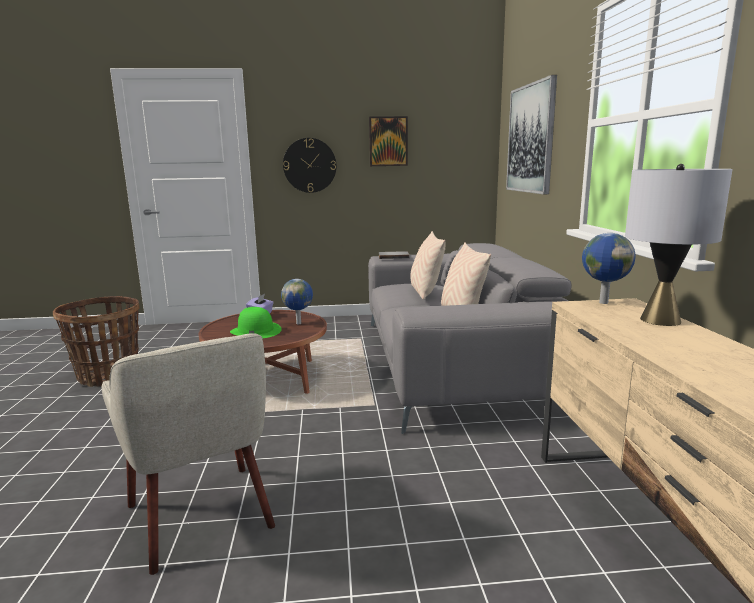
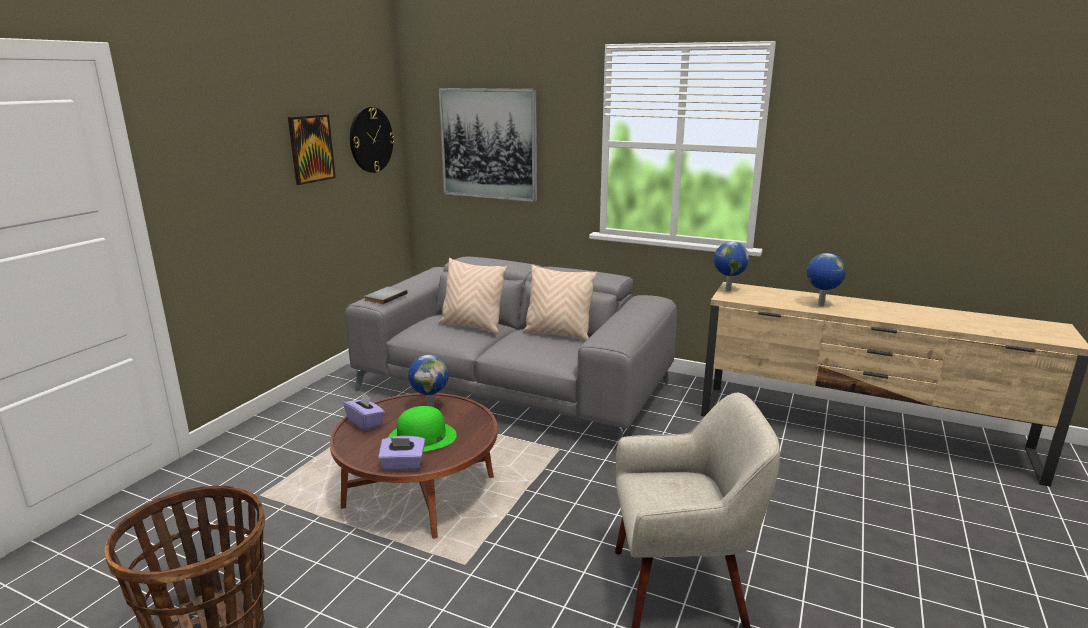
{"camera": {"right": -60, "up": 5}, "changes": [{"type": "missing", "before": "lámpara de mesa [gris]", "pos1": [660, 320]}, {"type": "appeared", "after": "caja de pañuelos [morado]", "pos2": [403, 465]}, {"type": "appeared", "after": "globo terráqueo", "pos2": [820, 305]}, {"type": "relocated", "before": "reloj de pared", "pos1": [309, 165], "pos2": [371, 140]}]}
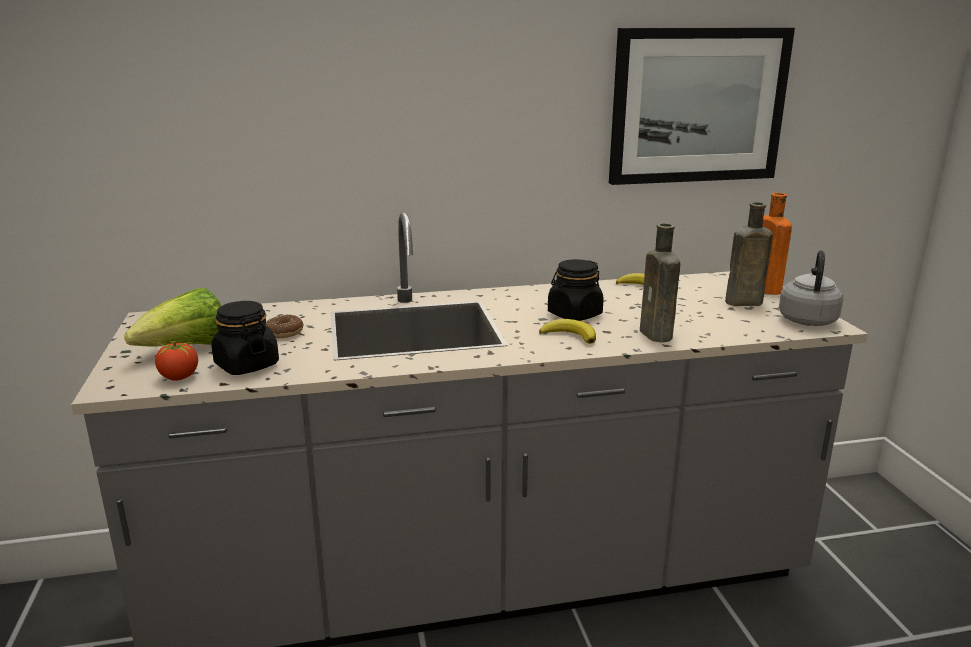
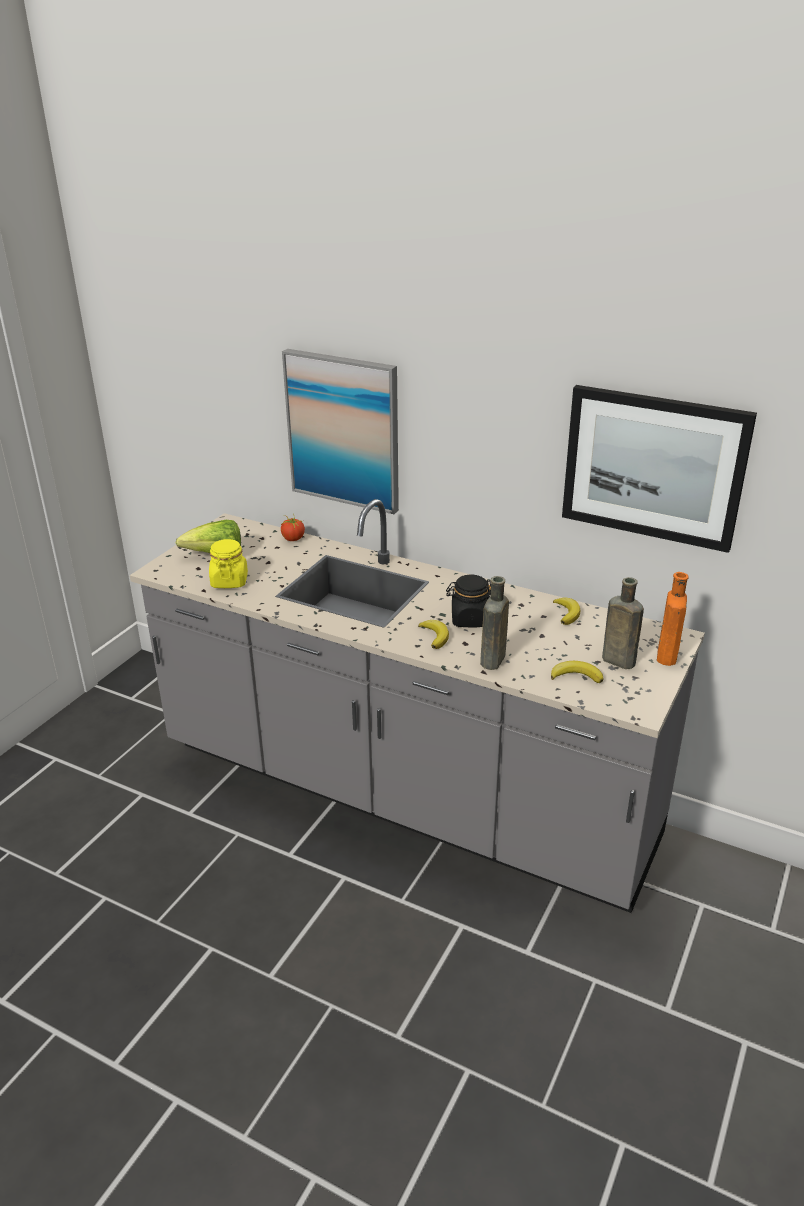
{"camera": {"right": 40, "up": 10}, "changes": [{"type": "missing", "before": "rosquilla", "pos1": [284, 333]}, {"type": "missing", "before": "hervidor [gris]", "pos1": [807, 319]}, {"type": "appeared", "after": "cuadro", "pos2": [343, 430]}, {"type": "appeared", "after": "plátano", "pos2": [576, 676]}, {"type": "relocated", "before": "tomate", "pos1": [179, 377], "pos2": [293, 539]}, {"type": "colour", "before": "tarro [negro]", "after": "tarro [amarillo]", "pos1": [246, 365], "pos2": [229, 581]}]}
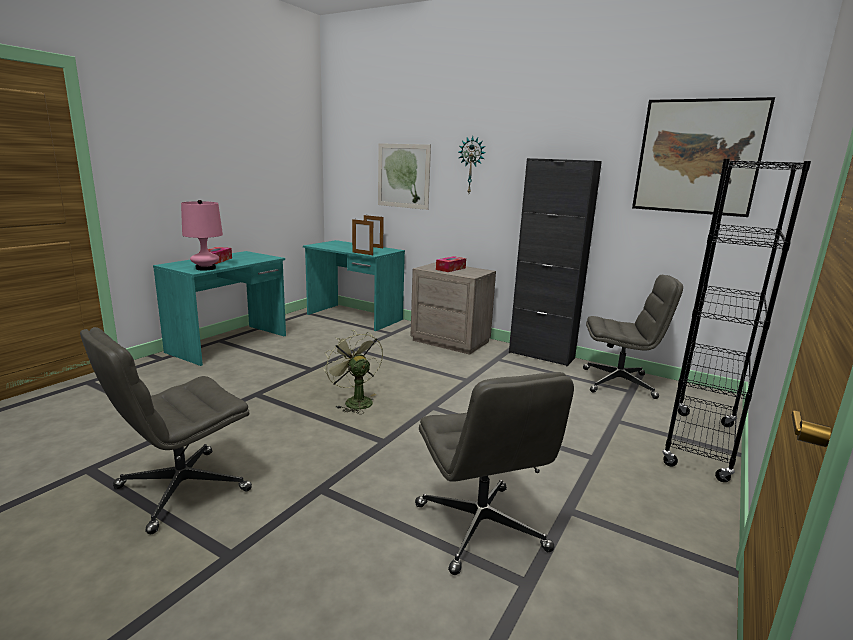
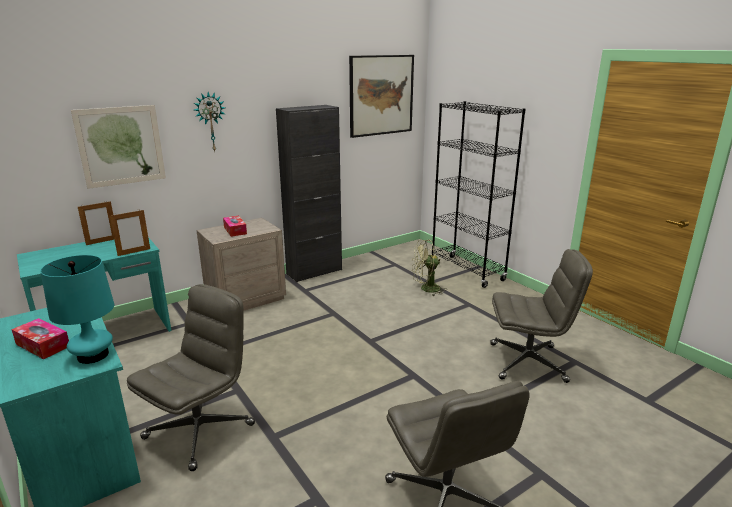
{"camera": {"right": -65, "up": 5}, "changes": [{"type": "relocated", "before": "ventilador [verde]", "pos1": [354, 401], "pos2": [426, 289]}, {"type": "relocated", "before": "silla de oficina [gris]", "pos1": [619, 383], "pos2": [200, 430]}, {"type": "colour", "before": "lámpara de mesa [rosa]", "after": "lámpara de mesa [turquesa]", "pos1": [205, 268], "pos2": [93, 355]}]}
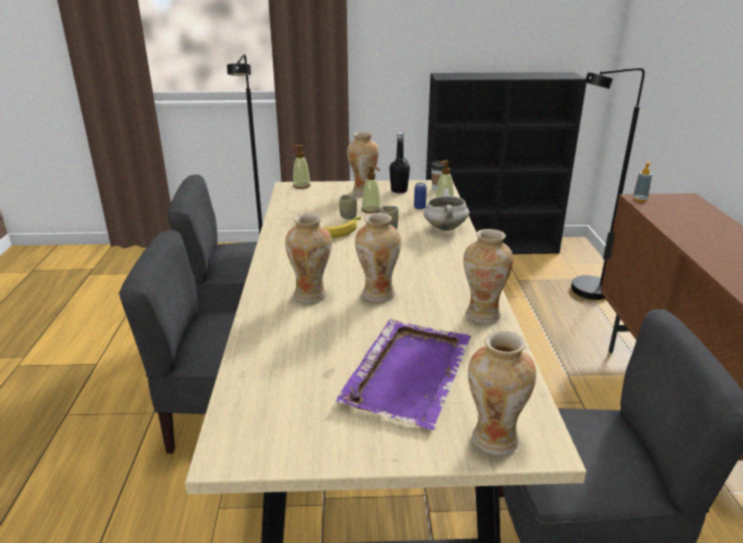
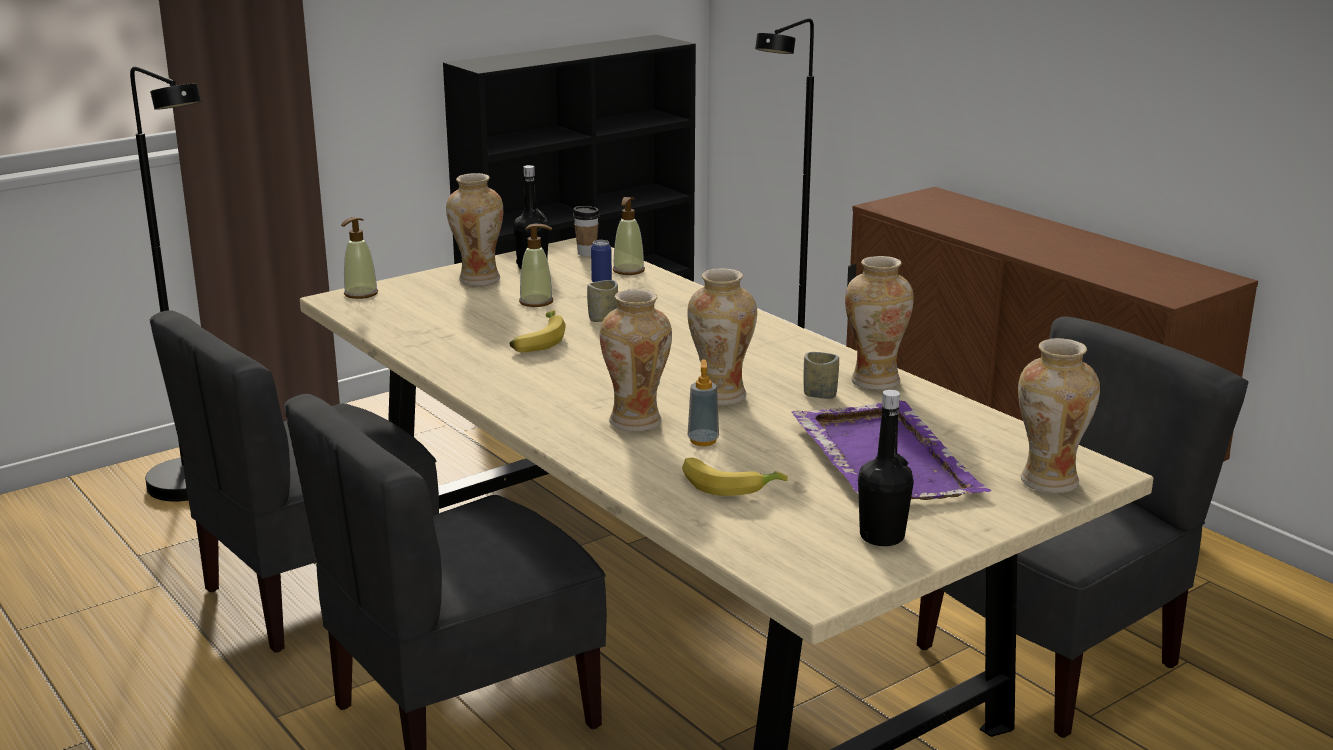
{"camera": {"right": -35, "up": -5}, "changes": [{"type": "missing", "before": "olla [blanco]", "pos1": [444, 227]}, {"type": "appeared", "after": "plátano", "pos2": [729, 485]}, {"type": "appeared", "after": "botella [negro]", "pos2": [882, 536]}, {"type": "relocated", "before": "taza", "pos1": [348, 217], "pos2": [820, 395]}, {"type": "relocated", "before": "dispensador de jabón", "pos1": [639, 199], "pos2": [703, 440]}]}
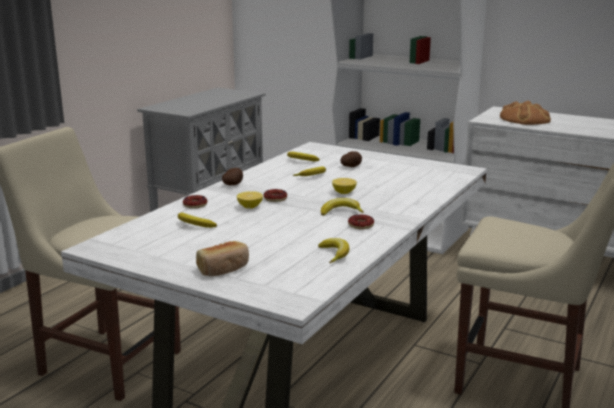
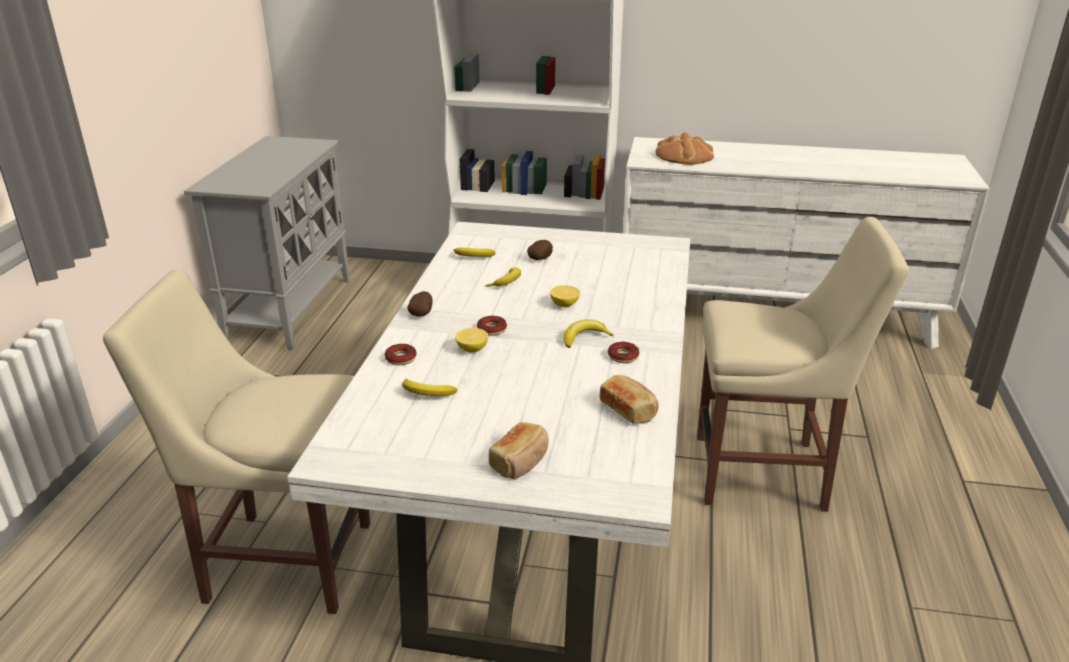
{"camera": {"right": -20, "up": 10}, "changes": [{"type": "exchanged", "before": "plátano", "after": "pan", "pos1": [334, 254], "pos2": [629, 410]}]}
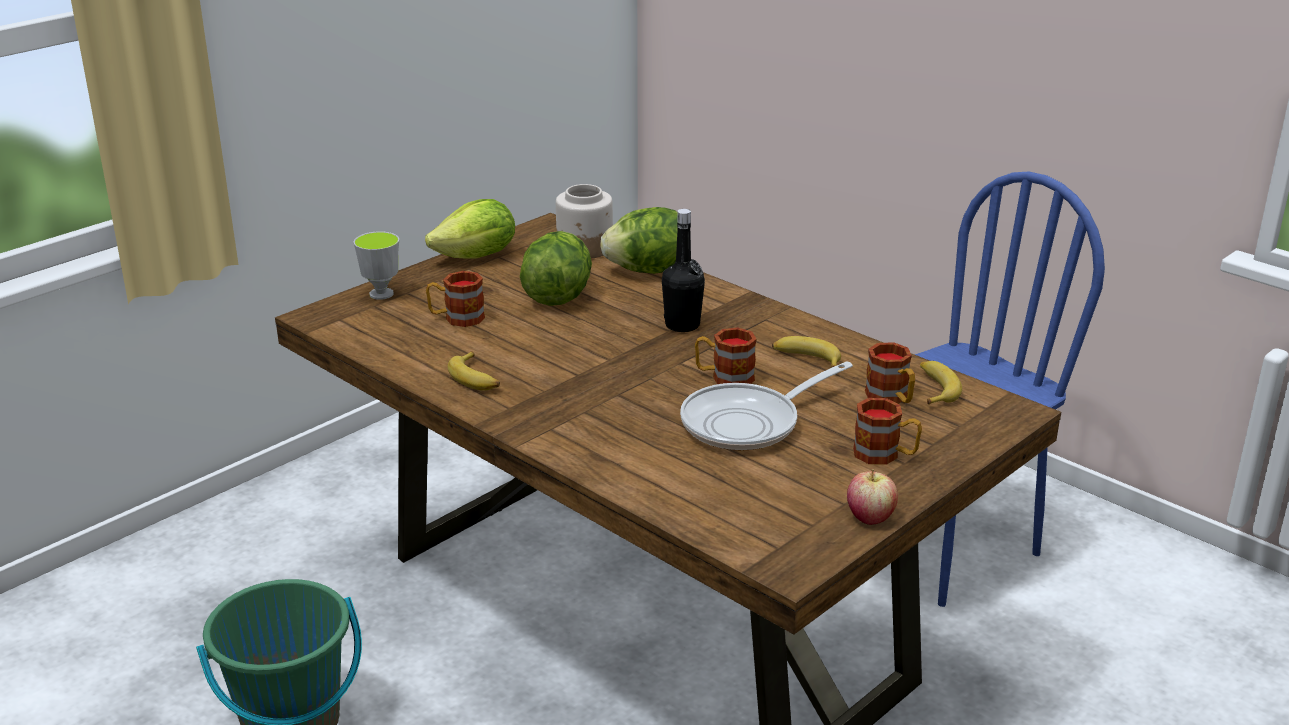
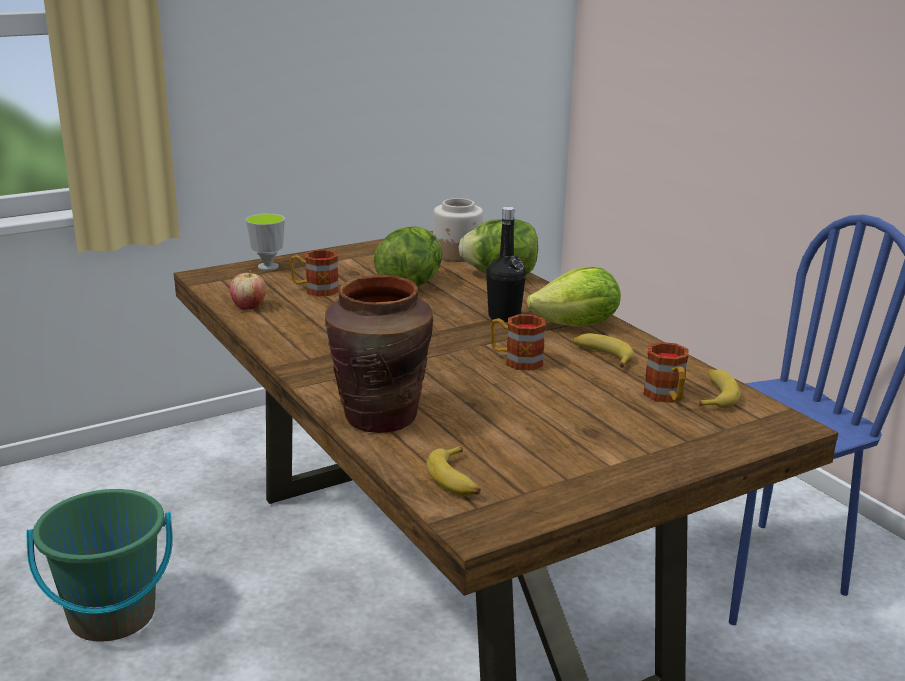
{"camera": {"right": 15, "up": -5}, "changes": [{"type": "missing", "before": "sartén", "pos1": [748, 423]}, {"type": "missing", "before": "taza grande", "pos1": [885, 455]}, {"type": "appeared", "after": "florero [marrón]", "pos2": [380, 417]}, {"type": "relocated", "before": "lechuga", "pos1": [477, 257], "pos2": [577, 325]}, {"type": "relocated", "before": "plátano", "pos1": [476, 379], "pos2": [457, 479]}, {"type": "relocated", "before": "manzana", "pos1": [870, 517], "pos2": [249, 307]}]}
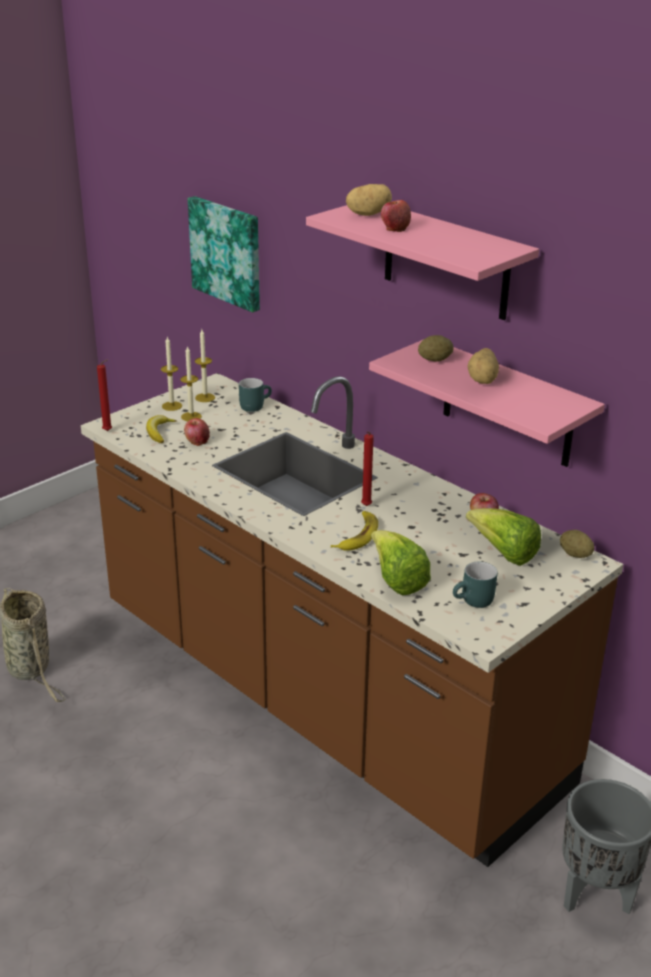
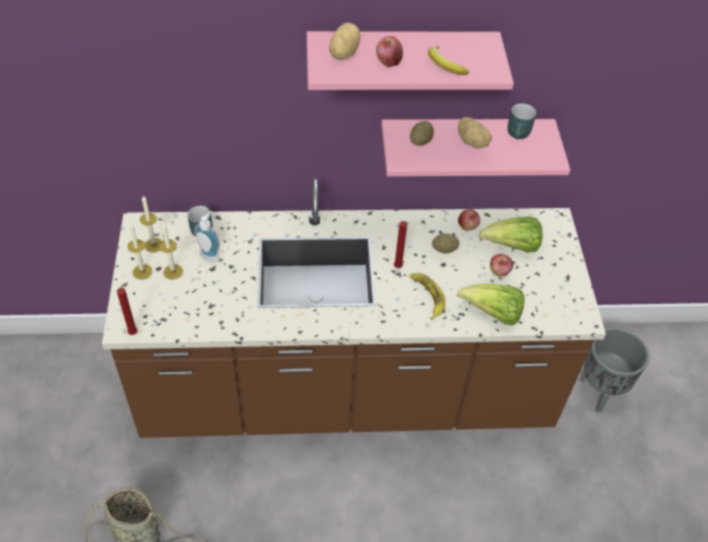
{"camera": {"right": -50, "up": 20}, "changes": [{"type": "missing", "before": "cuadro", "pos1": [227, 252]}, {"type": "appeared", "after": "dispensador de jabón", "pos2": [211, 254]}, {"type": "relocated", "before": "plátano", "pos1": [159, 432], "pos2": [444, 65]}, {"type": "relocated", "before": "manzana", "pos1": [197, 441], "pos2": [499, 271]}, {"type": "relocated", "before": "taza grande [turquesa]", "pos1": [474, 602], "pos2": [519, 135]}, {"type": "relocated", "before": "patata", "pos1": [575, 555], "pos2": [444, 249]}]}
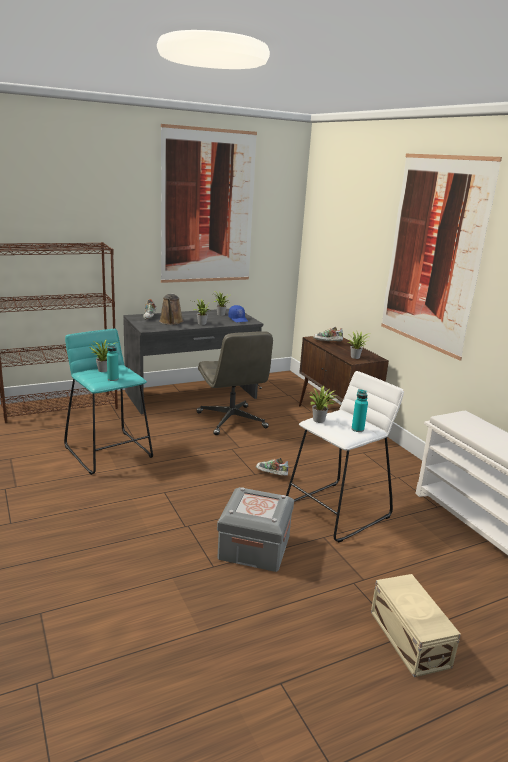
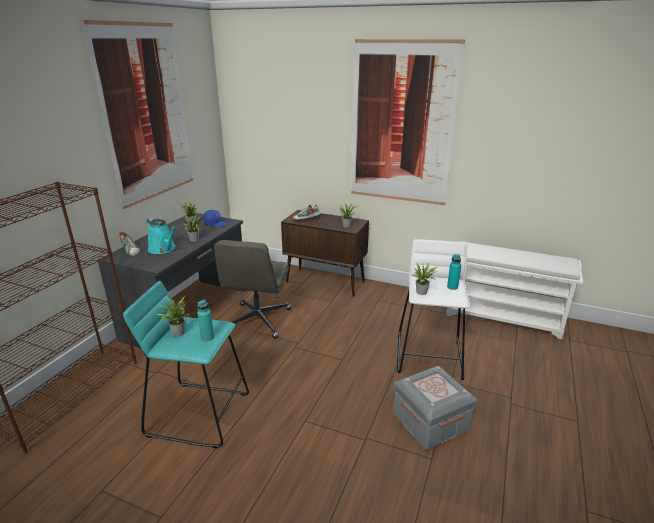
{"camera": {"right": -40, "up": 5}, "changes": [{"type": "missing", "before": "zapato", "pos1": [271, 475]}, {"type": "missing", "before": "caja de almacenaje [beis]", "pos1": [408, 640]}, {"type": "colour", "before": "regadera [marrón]", "after": "regadera [turquesa]", "pos1": [171, 322], "pos2": [163, 249]}, {"type": "spun", "before": "silla de oficina [gris]", "pos1": [232, 421], "pos2": [257, 321], "turn": 75}]}
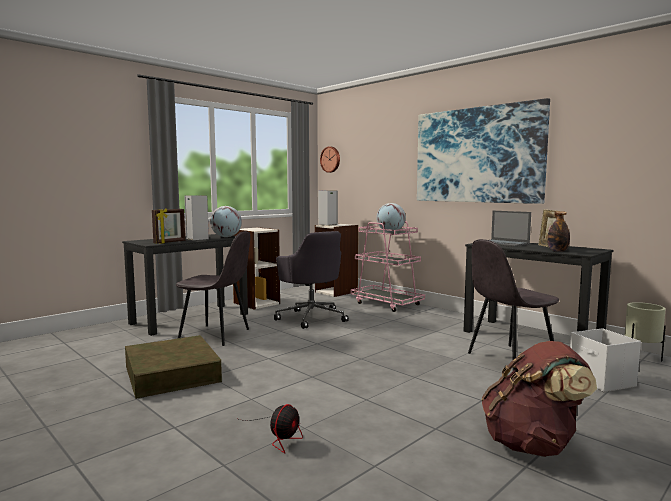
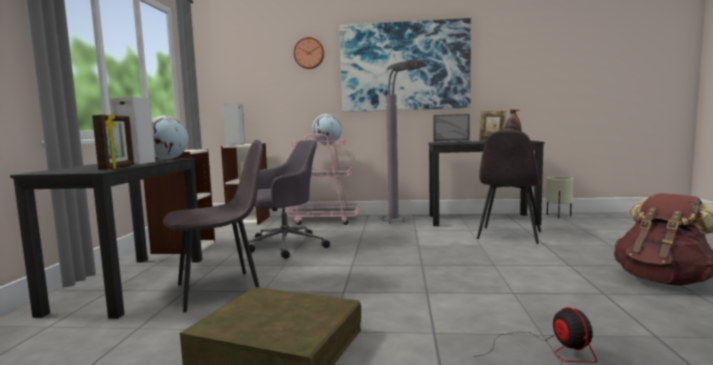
{"camera": {"right": -40, "up": 0}, "changes": [{"type": "missing", "before": "caja de almacenaje [blanco]", "pos1": [601, 381]}, {"type": "appeared", "after": "lámpara de pie [gris]", "pos2": [402, 224]}, {"type": "relocated", "before": "reloj de pared", "pos1": [331, 159], "pos2": [309, 53]}, {"type": "spun", "before": "silla de oficina [gris]", "pos1": [311, 317], "pos2": [284, 246], "turn": -45}]}
